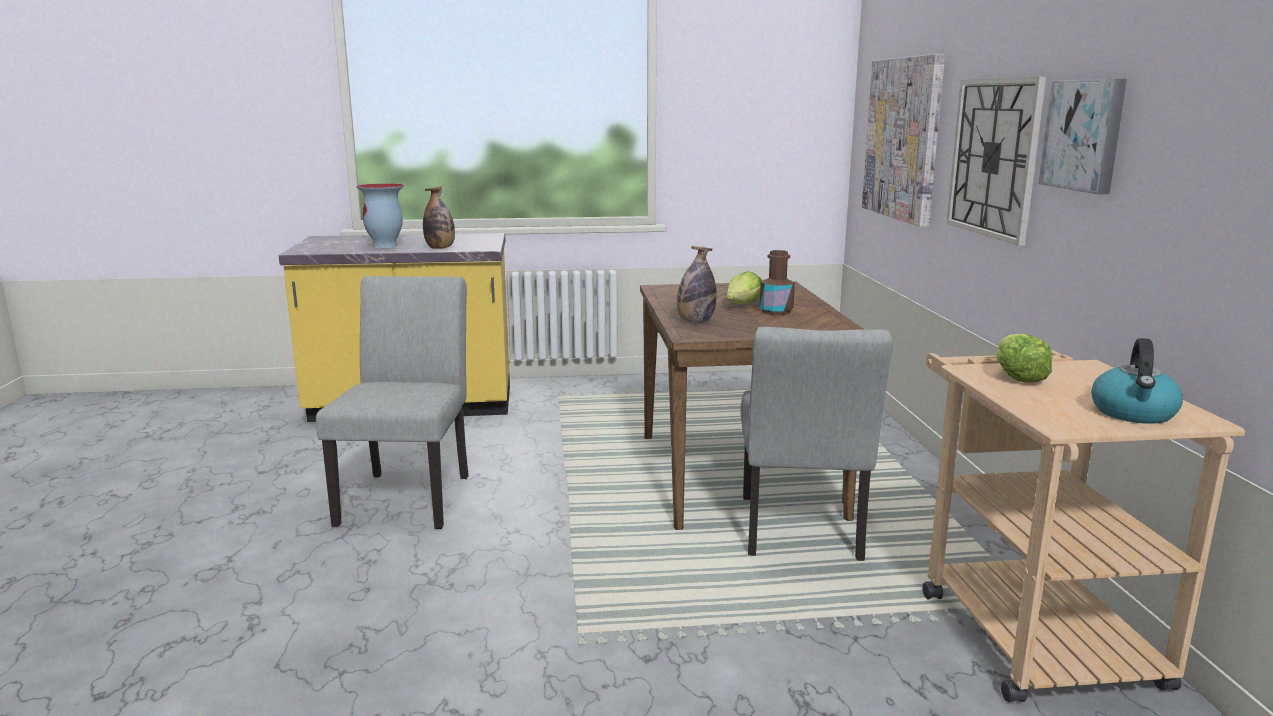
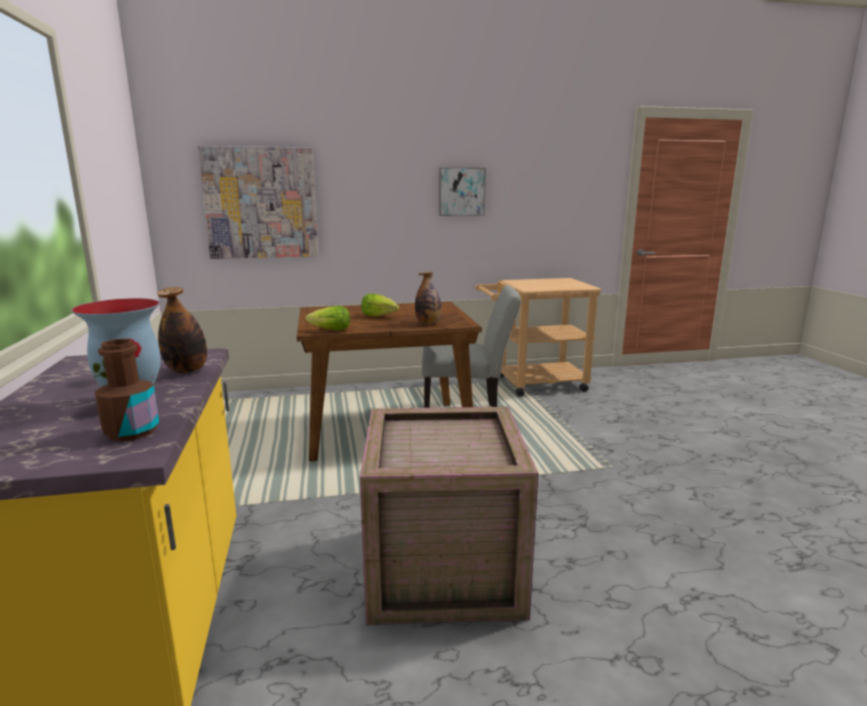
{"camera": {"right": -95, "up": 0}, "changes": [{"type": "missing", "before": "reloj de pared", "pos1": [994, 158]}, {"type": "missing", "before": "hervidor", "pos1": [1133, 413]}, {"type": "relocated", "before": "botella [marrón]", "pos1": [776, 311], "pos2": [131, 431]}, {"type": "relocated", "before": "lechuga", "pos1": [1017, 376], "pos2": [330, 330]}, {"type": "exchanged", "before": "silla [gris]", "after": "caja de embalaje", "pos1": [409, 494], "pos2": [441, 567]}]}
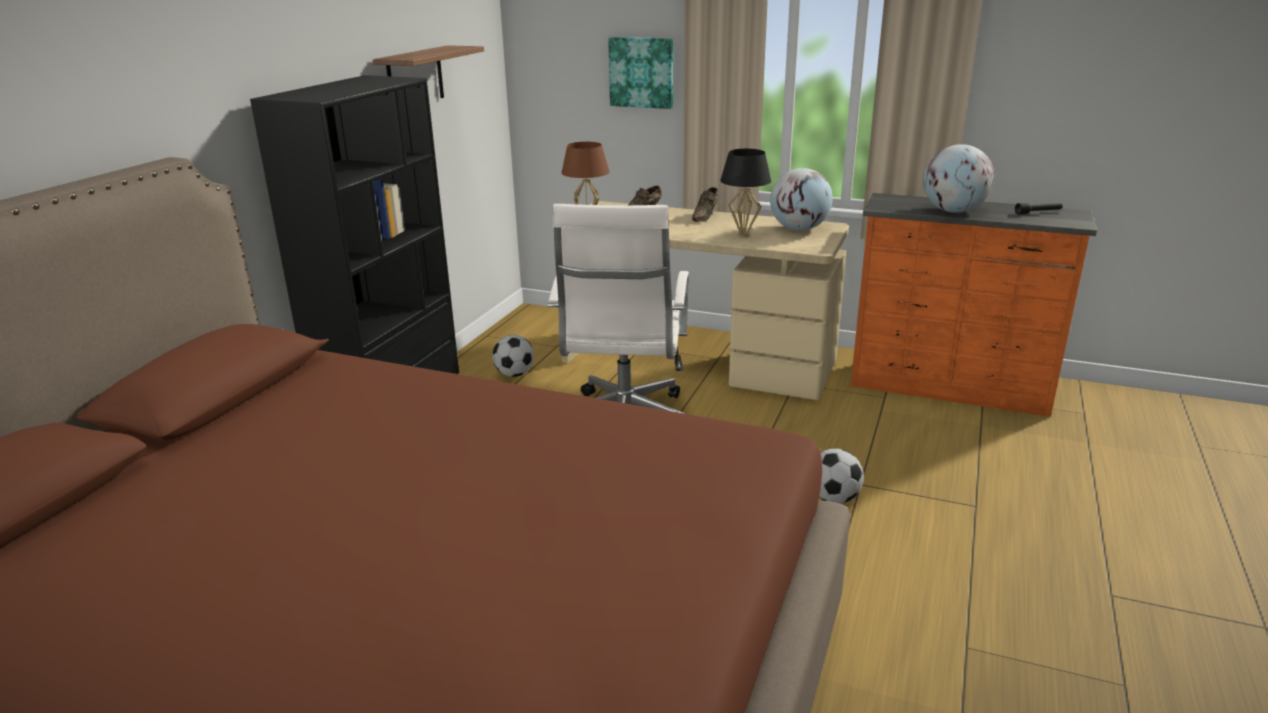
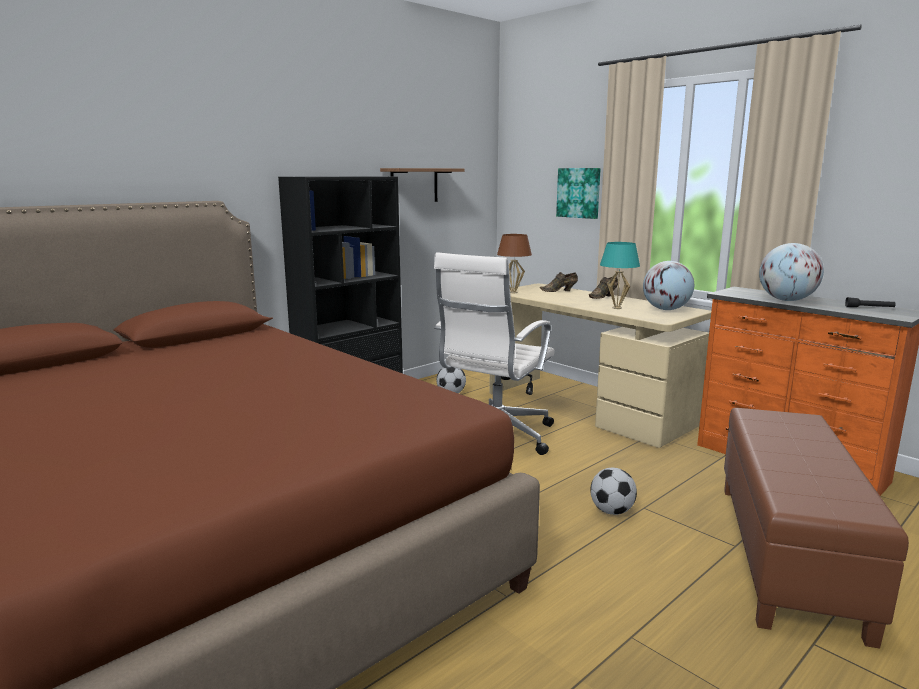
{"camera": {"right": 25, "up": -10}, "changes": [{"type": "appeared", "after": "puf [marrón]", "pos2": [788, 555]}, {"type": "colour", "before": "lámpara de mesa [negro]", "after": "lámpara de mesa [turquesa]", "pos1": [743, 235], "pos2": [616, 308]}]}
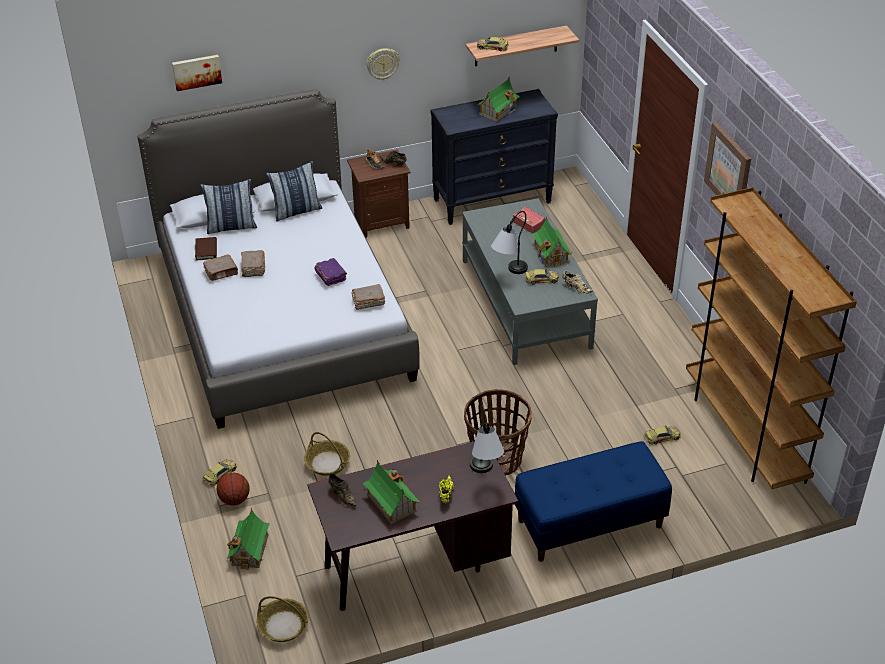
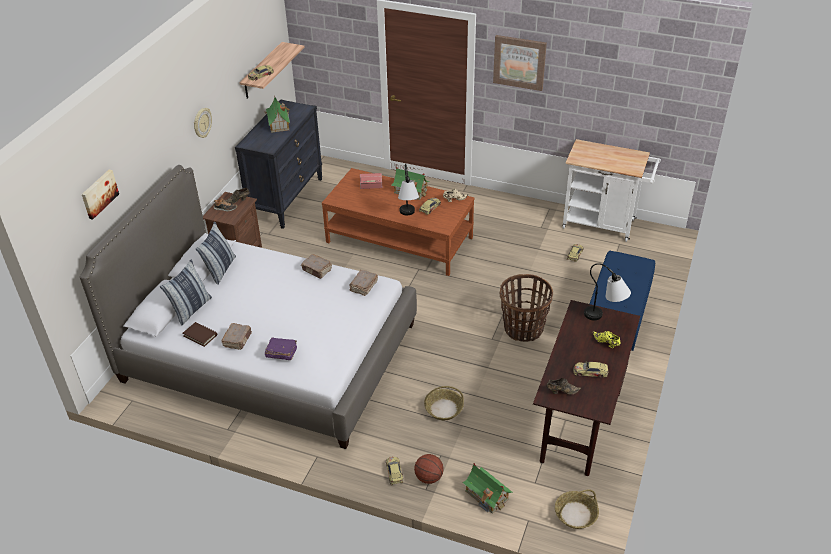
{"camera": {"right": -50, "up": 0}, "changes": [{"type": "relocated", "before": "libro [marrón]", "pos1": [253, 268], "pos2": [317, 270]}, {"type": "relocated", "before": "libro [morado]", "pos1": [331, 276], "pos2": [281, 353]}, {"type": "exchanged", "before": "casita", "after": "coche de juguete", "pos1": [391, 503], "pos2": [590, 371]}, {"type": "exchanged", "before": "estantería [marrón]", "after": "carrito [blanco]", "pos1": [744, 434], "pos2": [603, 224]}, {"type": "colour", "before": "mesa de centro [gris]", "after": "mesa de centro [marrón]", "pos1": [525, 303], "pos2": [399, 240]}]}
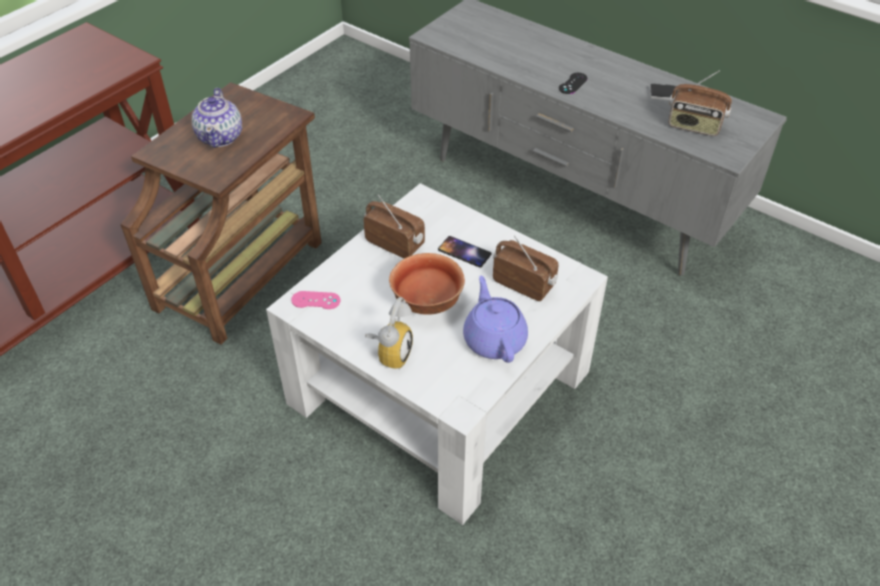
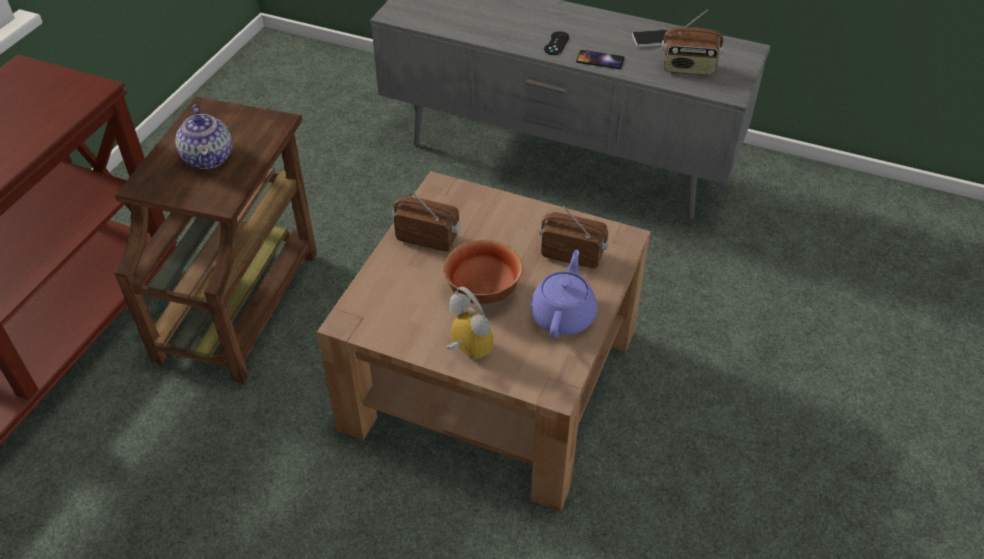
{"camera": {"right": -15, "up": 0}, "changes": [{"type": "missing", "before": "mando de consola [rosa]", "pos1": [315, 300]}, {"type": "relocated", "before": "móvil", "pos1": [464, 252], "pos2": [600, 60]}, {"type": "colour", "before": "mesa de centro [blanco]", "after": "mesa de centro [marrón]", "pos1": [439, 388], "pos2": [491, 379]}, {"type": "spun", "before": "despertador", "pos1": [390, 353], "pos2": [464, 350], "turn": -45}, {"type": "spun", "before": "tetera [morado]", "pos1": [494, 339], "pos2": [563, 315], "turn": 45}]}
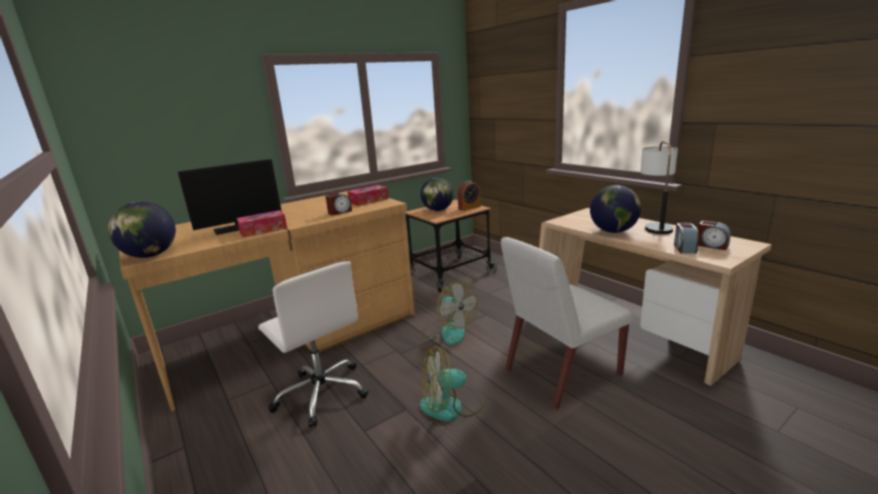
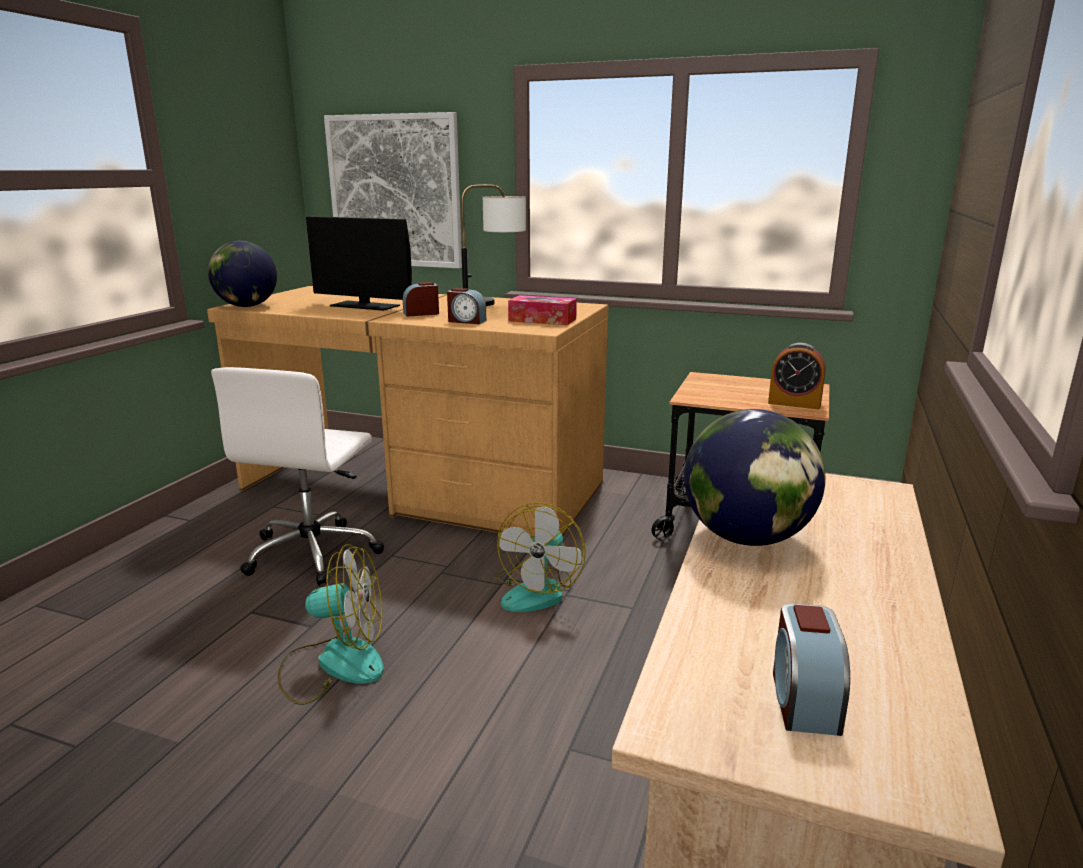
{"camera": {"right": 55, "up": 0}, "changes": [{"type": "missing", "before": "caja de pañuelos", "pos1": [263, 230]}, {"type": "missing", "before": "globo terráqueo", "pos1": [438, 210]}, {"type": "missing", "before": "silla [blanco]", "pos1": [561, 373]}, {"type": "appeared", "after": "cuadro", "pos2": [395, 191]}, {"type": "relocated", "before": "lámpara de mesa", "pos1": [654, 225], "pos2": [493, 302]}, {"type": "relocated", "before": "despertador", "pos1": [684, 248], "pos2": [421, 313]}, {"type": "spun", "before": "ventilador", "pos1": [451, 406], "pos2": [334, 664], "turn": 135}]}
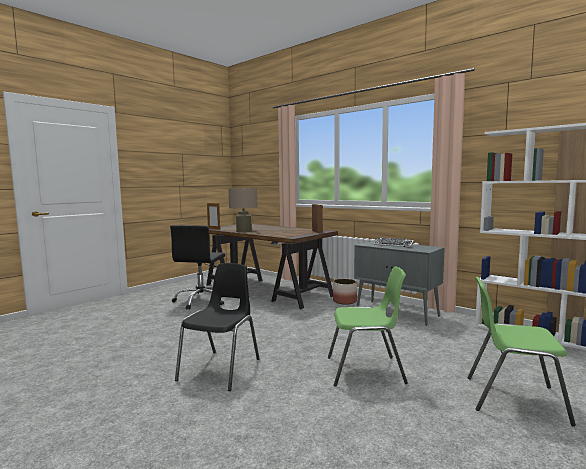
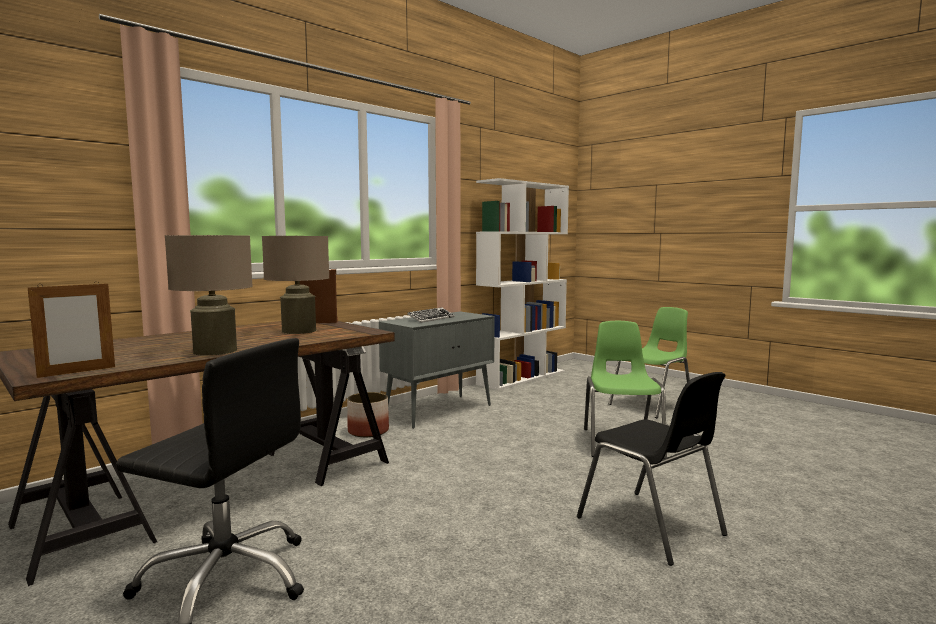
{"camera": {"right": -85, "up": 0}, "changes": [{"type": "appeared", "after": "lámpara de mesa [beis]", "pos2": [299, 331]}, {"type": "spun", "before": "silla [negro]", "pos1": [221, 369], "pos2": [652, 527], "turn": -150}, {"type": "spun", "before": "silla [verde]", "pos1": [513, 398], "pos2": [652, 405], "turn": -150}]}
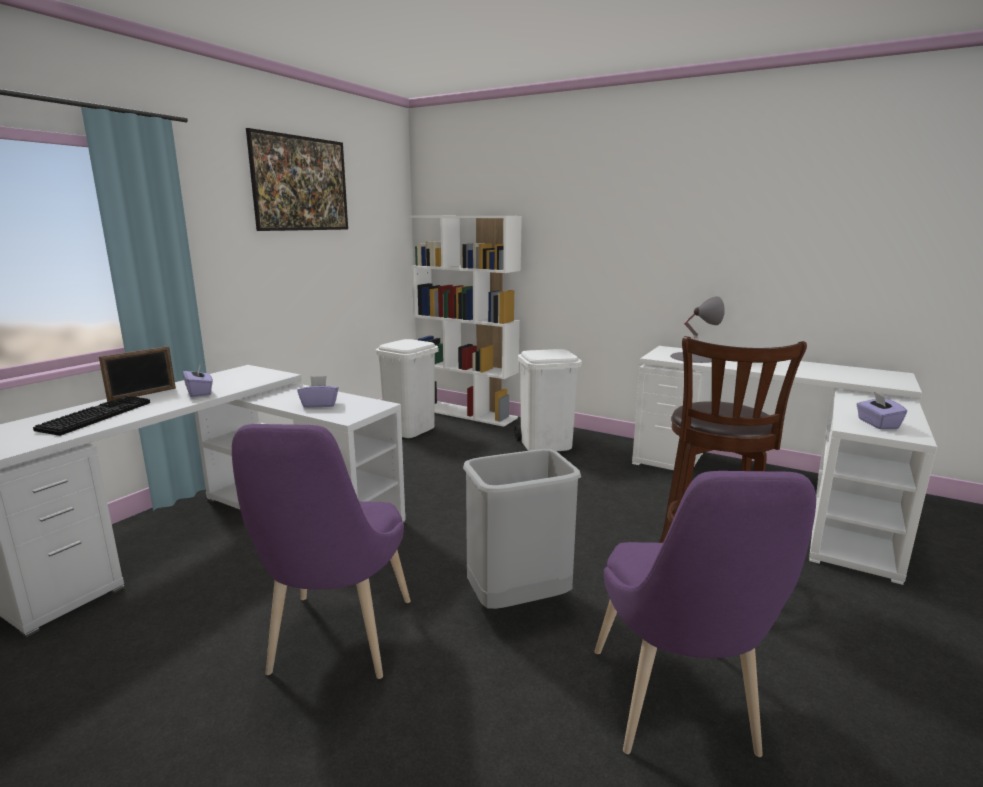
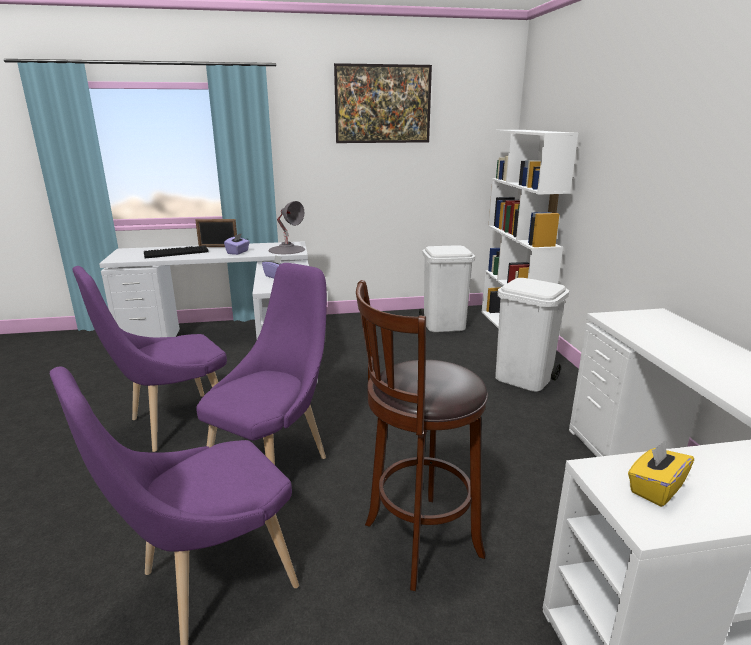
{"camera": {"right": 50, "up": 5}, "changes": [{"type": "relocated", "before": "lámpara de mesa [gris]", "pos1": [693, 357], "pos2": [287, 249]}, {"type": "exchanged", "before": "papelera [gris]", "after": "silla [morado]", "pos1": [518, 600], "pos2": [274, 463]}, {"type": "colour", "before": "caja de pañuelos [morado]", "after": "caja de pañuelos [amarillo]", "pos1": [877, 424], "pos2": [655, 488]}]}
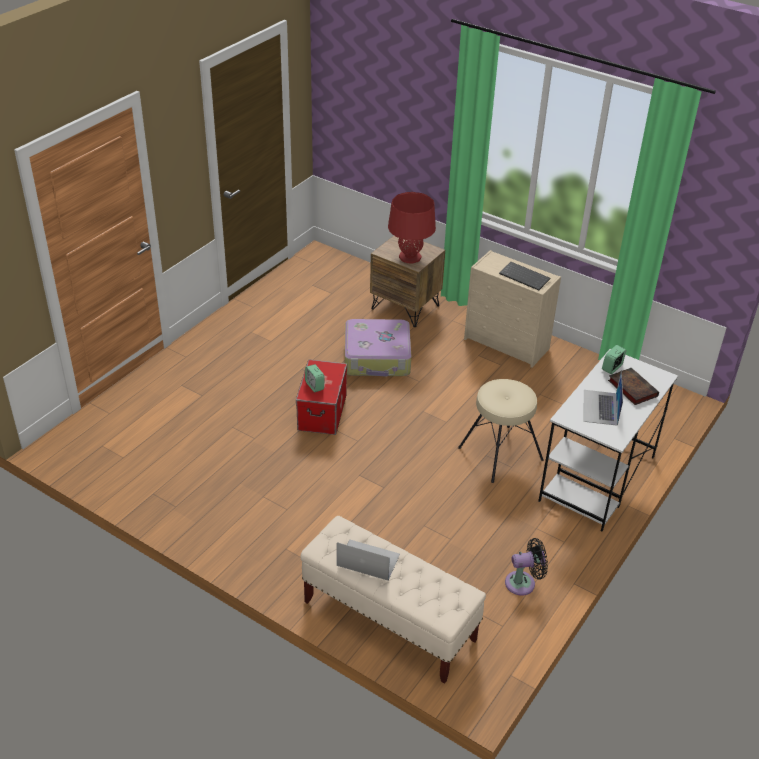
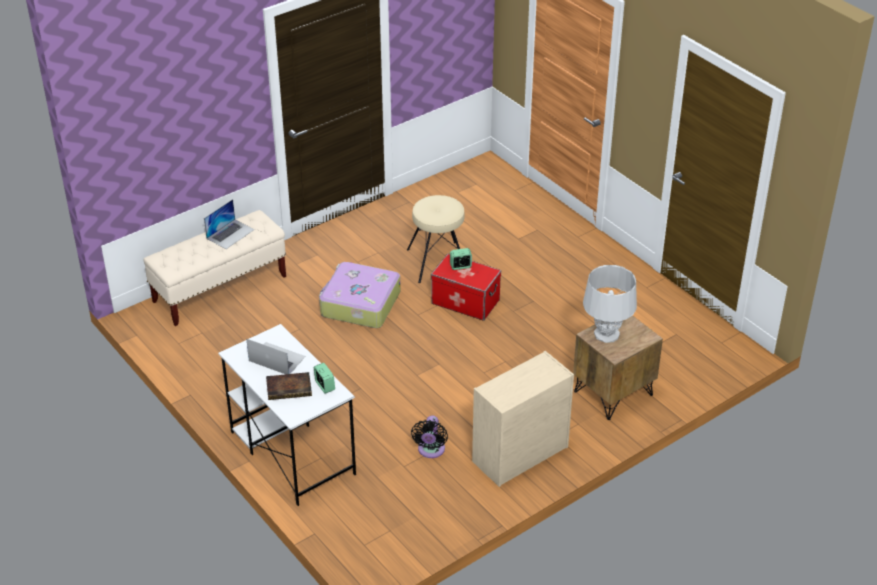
{"camera": {"right": 110, "up": 0}, "changes": [{"type": "missing", "before": "teclado", "pos1": [525, 277]}, {"type": "relocated", "before": "maleta", "pos1": [377, 357], "pos2": [359, 304]}, {"type": "relocated", "before": "taburete [beis]", "pos1": [499, 453], "pos2": [438, 262]}, {"type": "relocated", "before": "ventilador [negro]", "pos1": [523, 583], "pos2": [430, 451]}, {"type": "colour", "before": "lámpara de mesa [rojo]", "after": "lámpara de mesa [gris]", "pos1": [410, 257], "pos2": [606, 334]}]}
